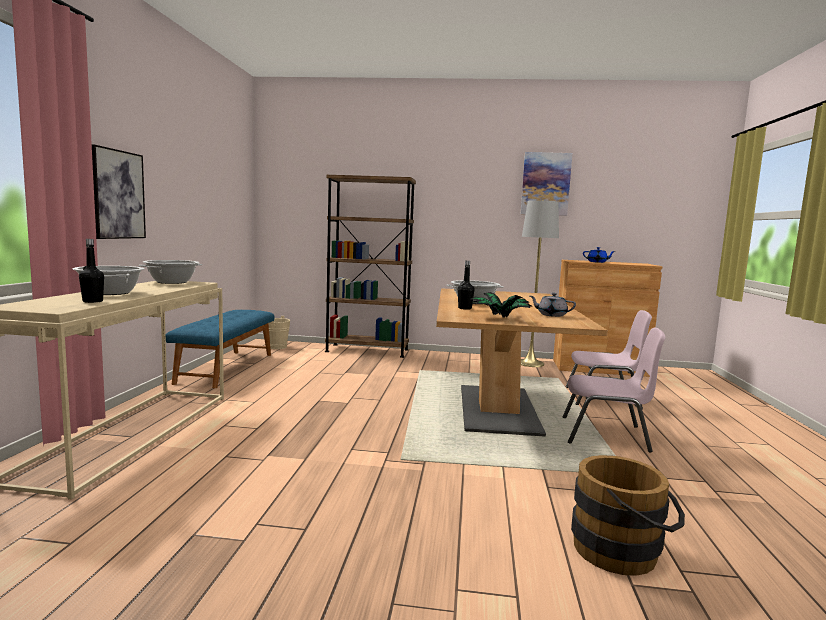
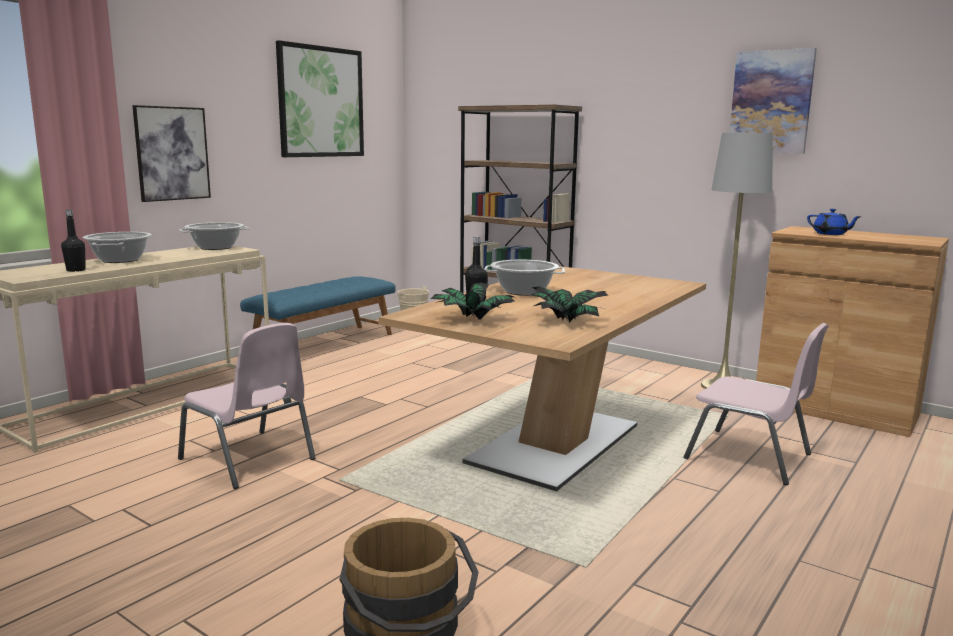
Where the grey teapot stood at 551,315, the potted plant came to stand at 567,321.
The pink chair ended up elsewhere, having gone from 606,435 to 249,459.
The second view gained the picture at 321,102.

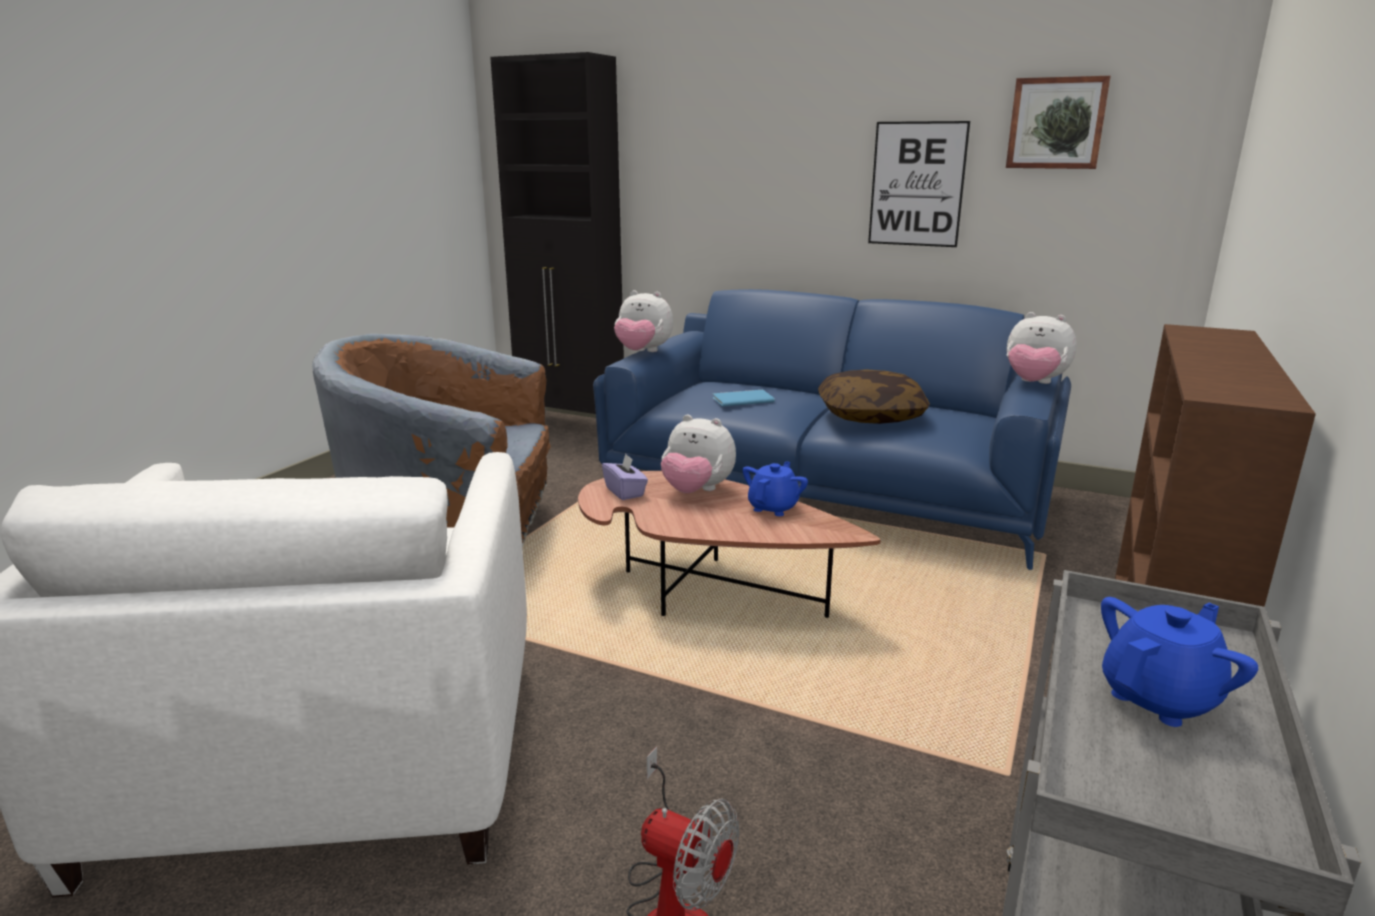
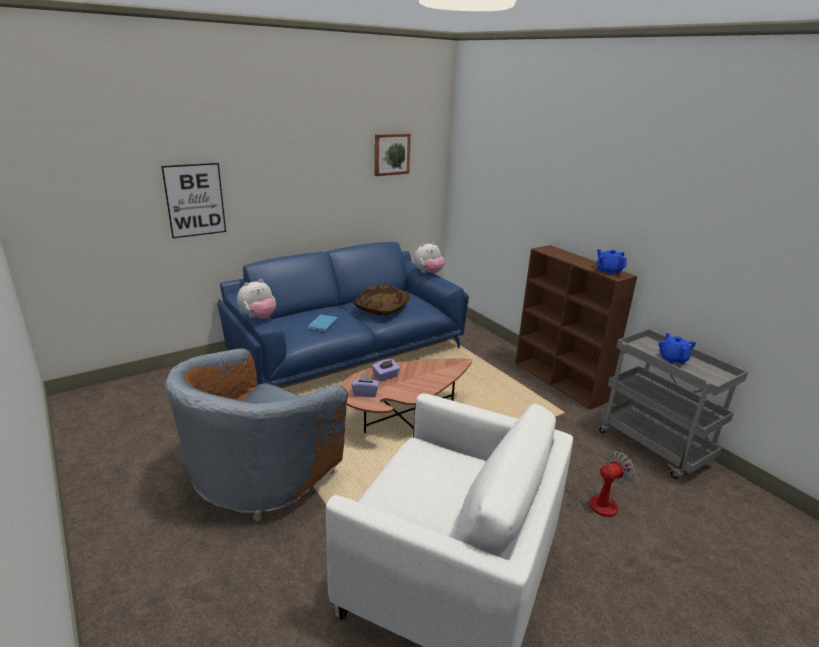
The second view lost the black cabinet at 572,424.
Where the plush toy stood at 696,491, the purple tissue box came to stand at 386,376.
The blue teapot ended up elsewhere, having gone from 773,507 to 608,271.
The picture ended up elsewhere, having gone from 917,184 to 195,200.

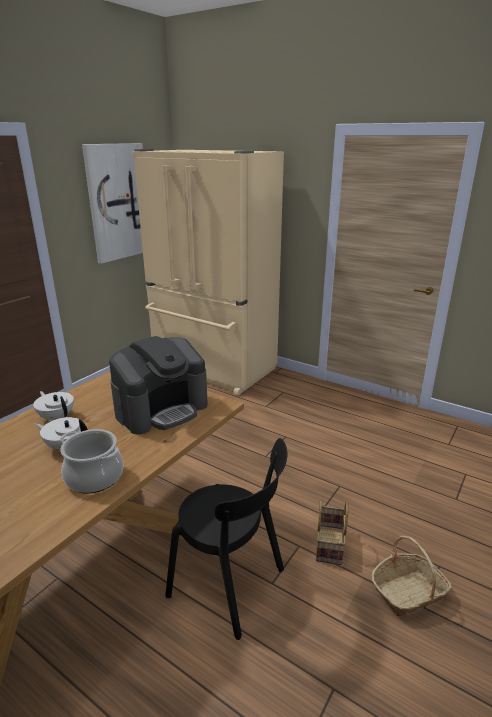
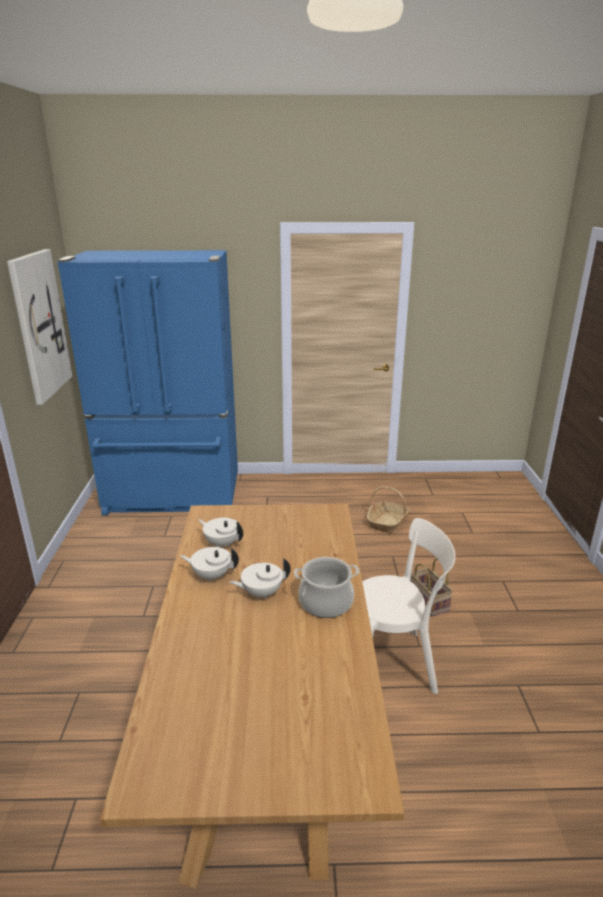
The second view lost the coffee machine at 162,409.
What was the beige fridge at 212,369 turned into the blue fridge at 173,496.
What was the black chair at 231,584 turned into the white chair at 394,662.
The basket ended up elsewhere, having gone from 408,592 to 387,522.
The second view gained the white teapot at 222,543.

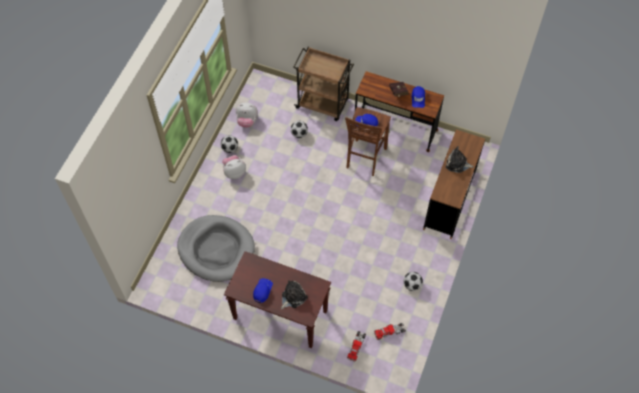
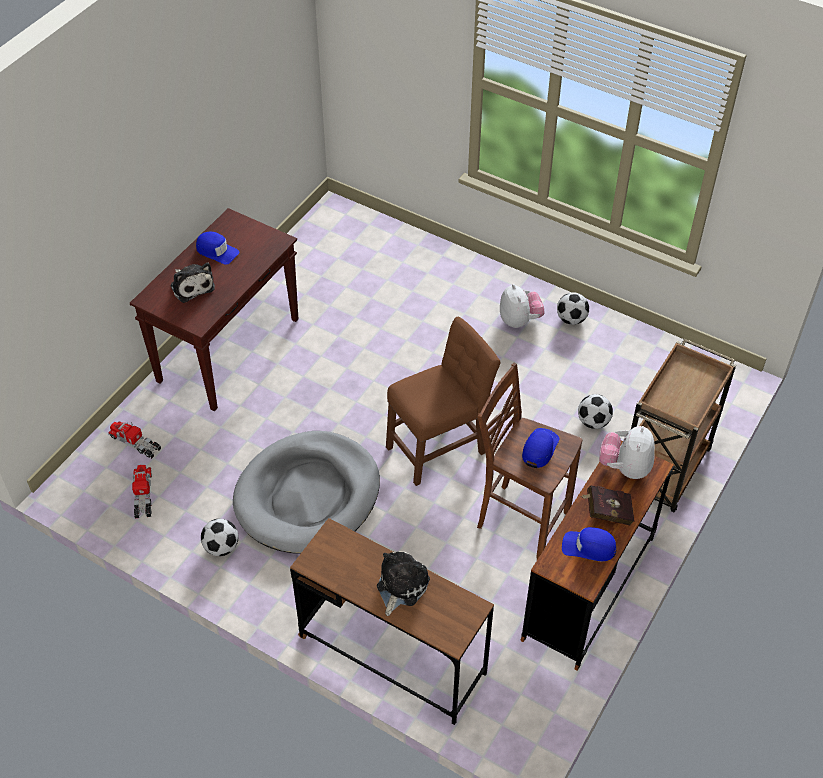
The grey dog bed ended up elsewhere, having gone from 216,249 to 308,496.
The plush toy ended up elsewhere, having gone from 247,121 to 625,467.
The second view gained the brown chair at 440,447.

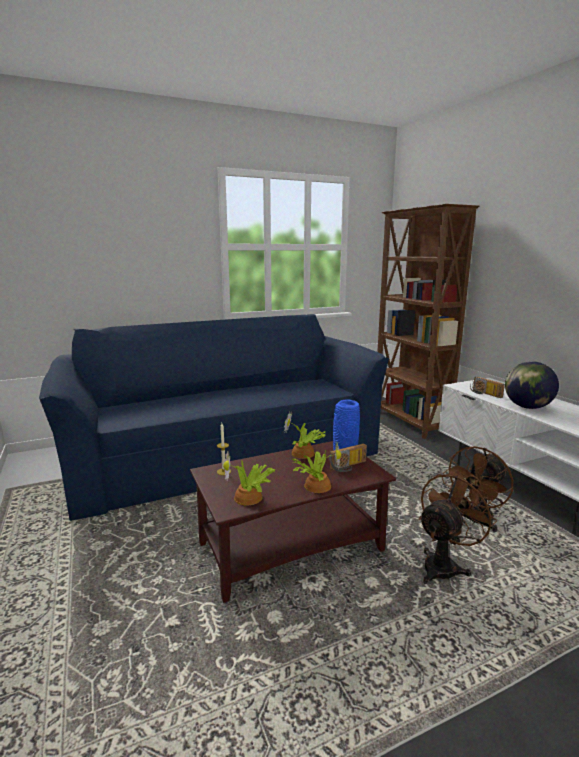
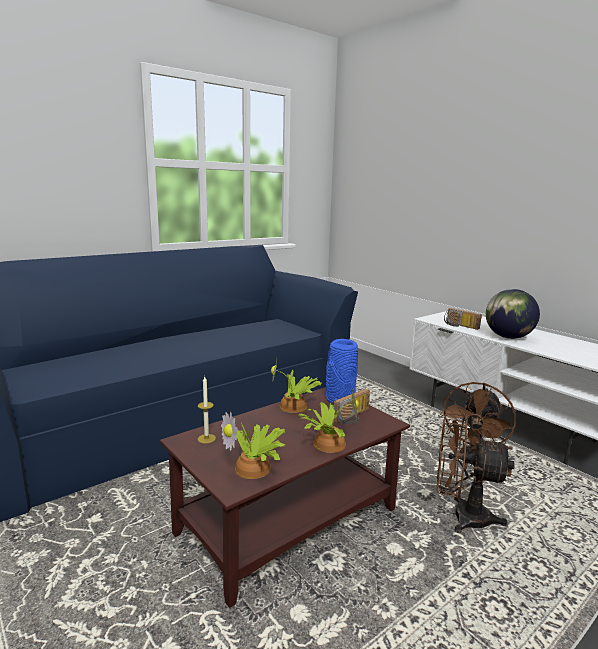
The second view lost the brown bookcase at 410,422.
The brown fan at 444,565 ended up facing another way, 105 degrees counterclockwise from before.

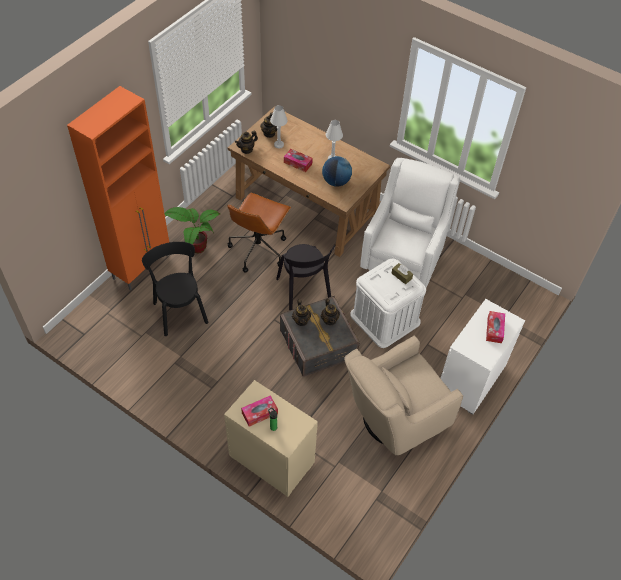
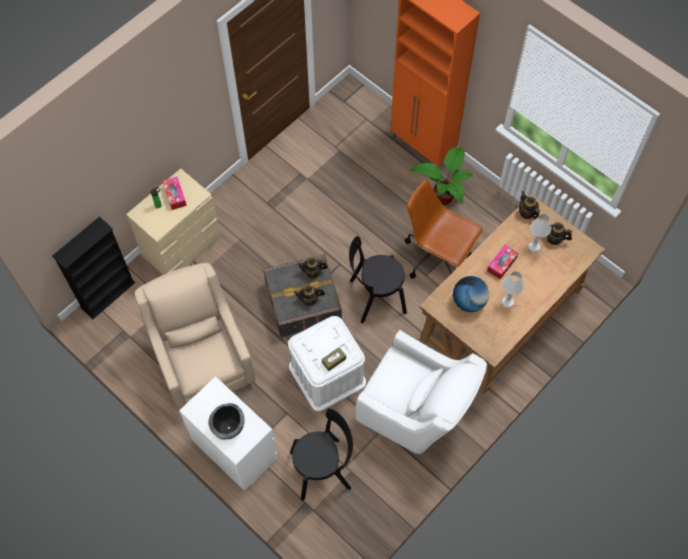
The black chair ended up elsewhere, having gone from 180,310 to 323,469.
Where the tissue box stood at 494,329, the bowl came to stand at 228,427.
The second view gained the black bookcase at 107,295.

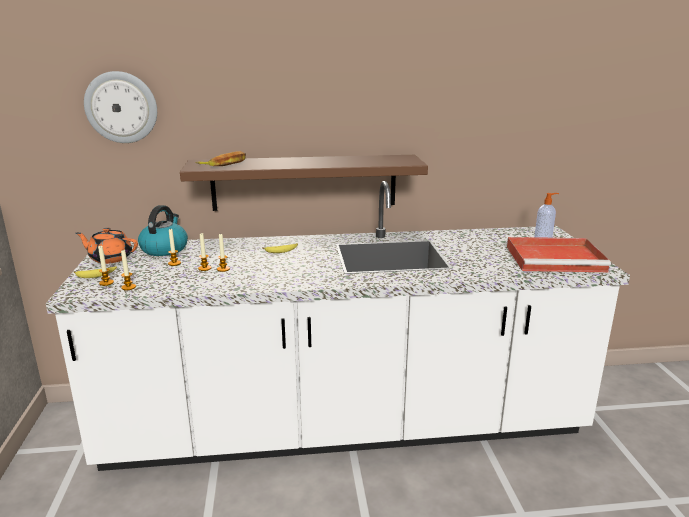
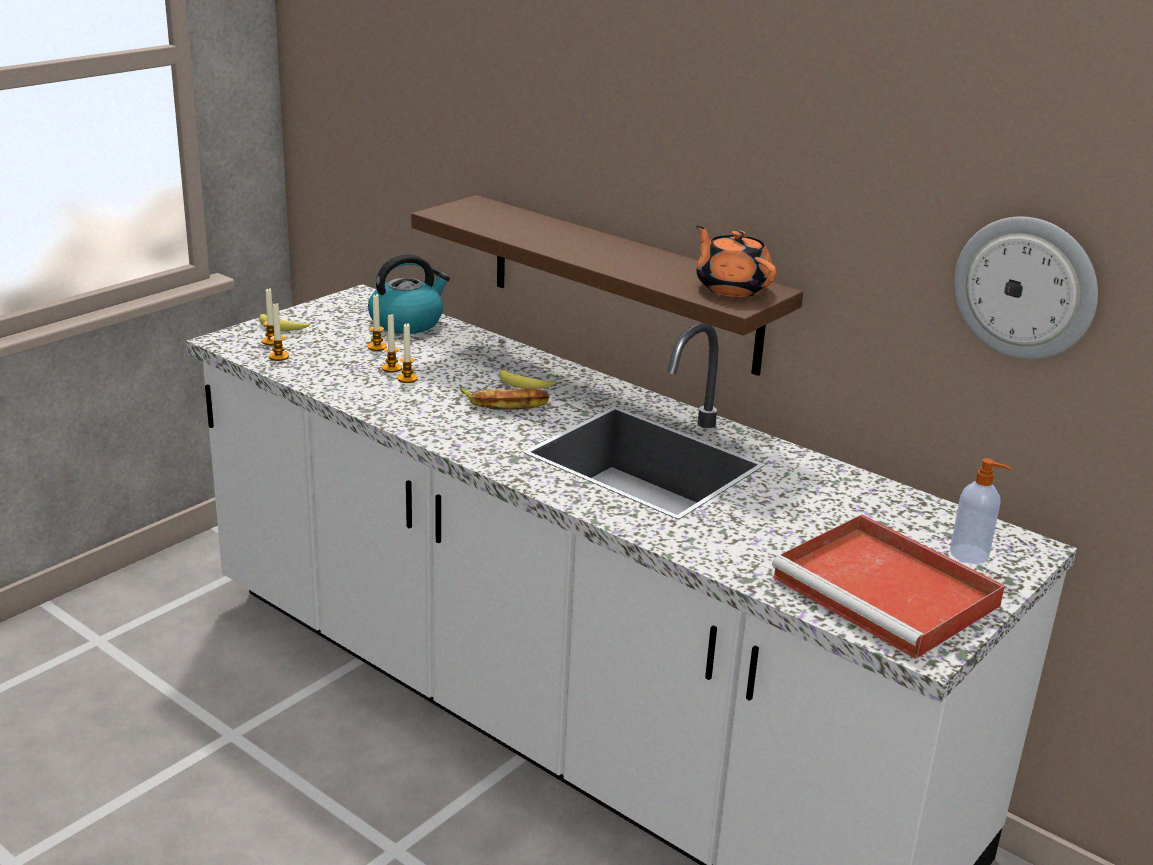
The orange teapot ended up elsewhere, having gone from 110,258 to 731,288.
The wall clock ended up elsewhere, having gone from 121,107 to 1025,287.
The banana ended up elsewhere, having gone from 224,164 to 505,403.

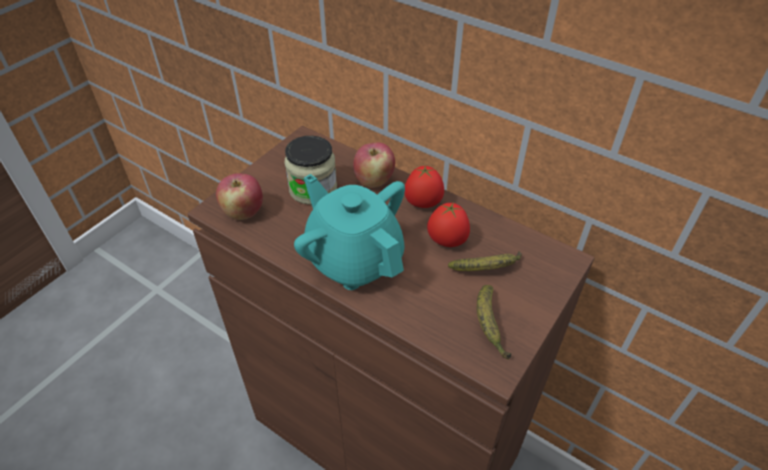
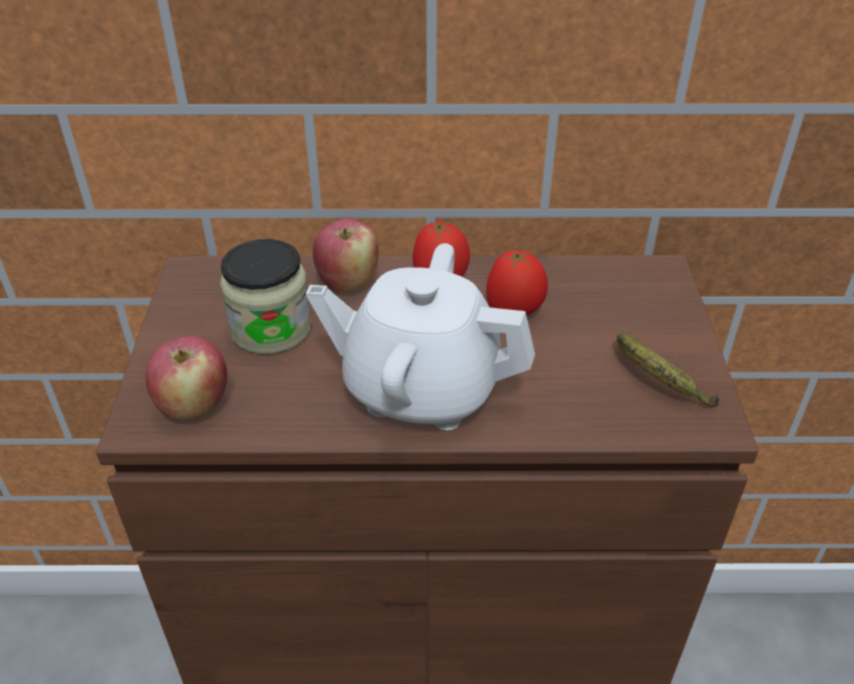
What was the turquoise teapot at 354,259 turned into the white teapot at 421,389.
The second view lost the banana at 487,269.

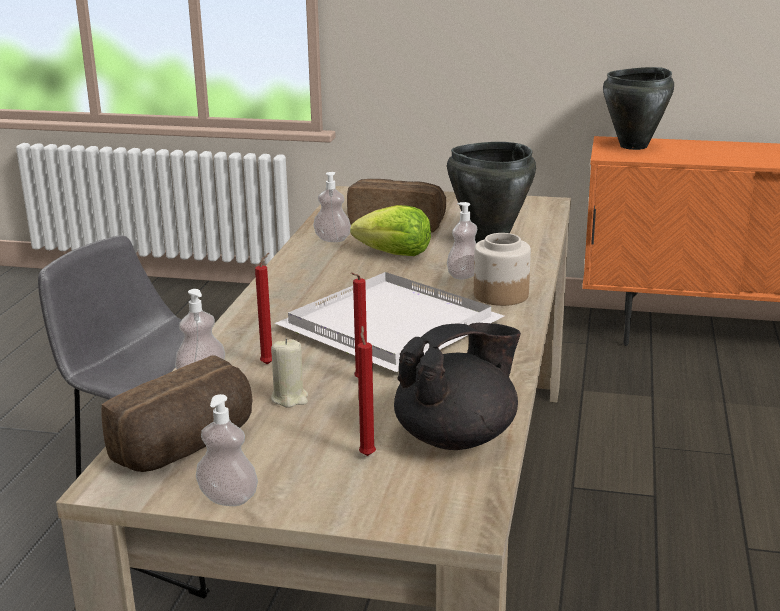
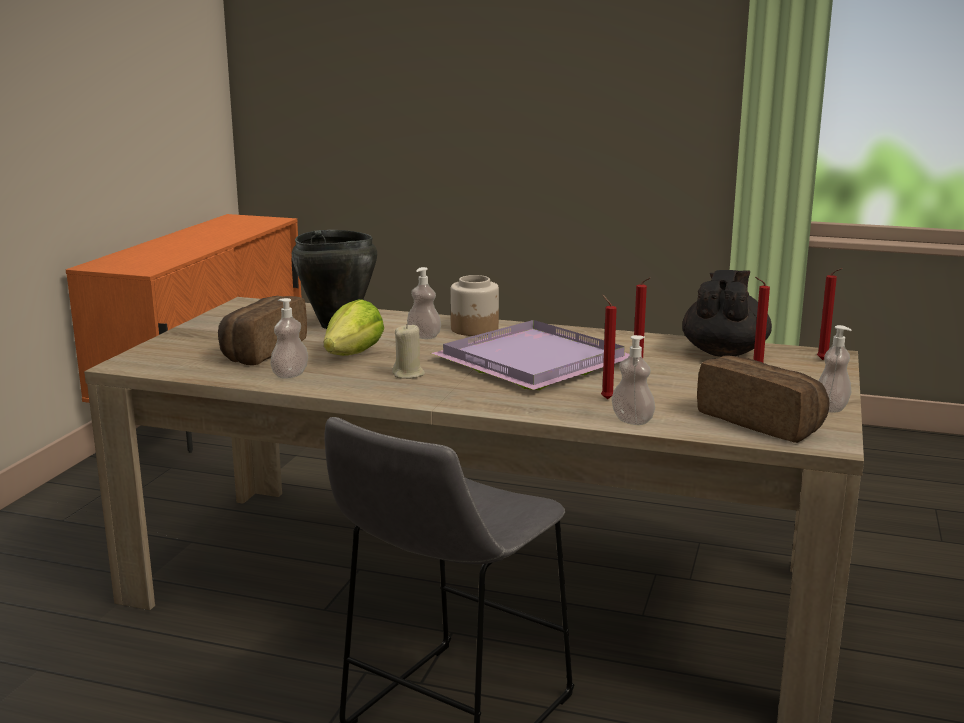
The beige candle ended up elsewhere, having gone from 290,398 to 408,374.
What was the white tray at 394,326 turned into the purple tray at 533,360.
The black teapot at 457,437 ended up facing another way, 45 degrees clockwise from before.
The second view lost the black cooking pot at 634,146.
The second view gained the red candle at 824,360.

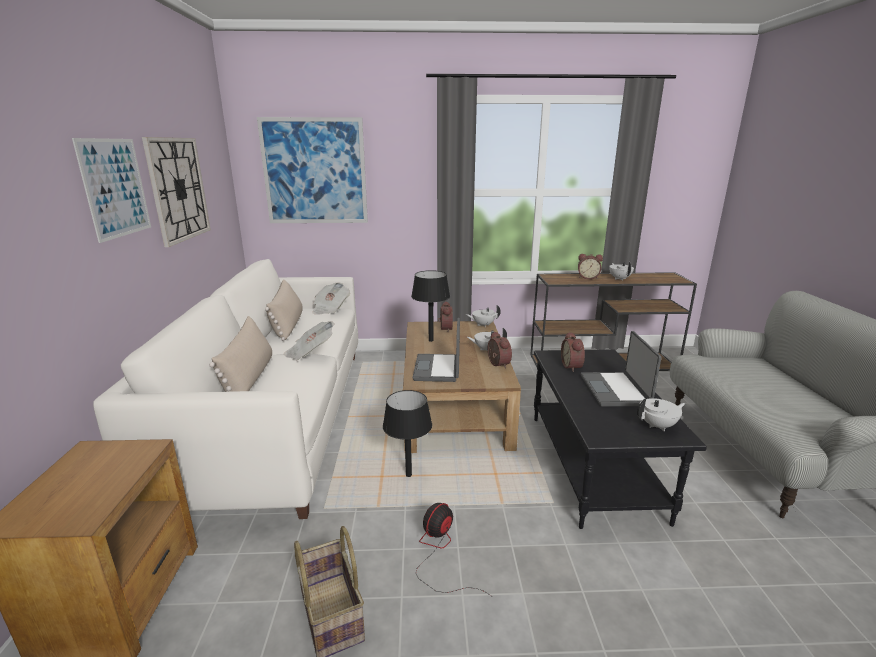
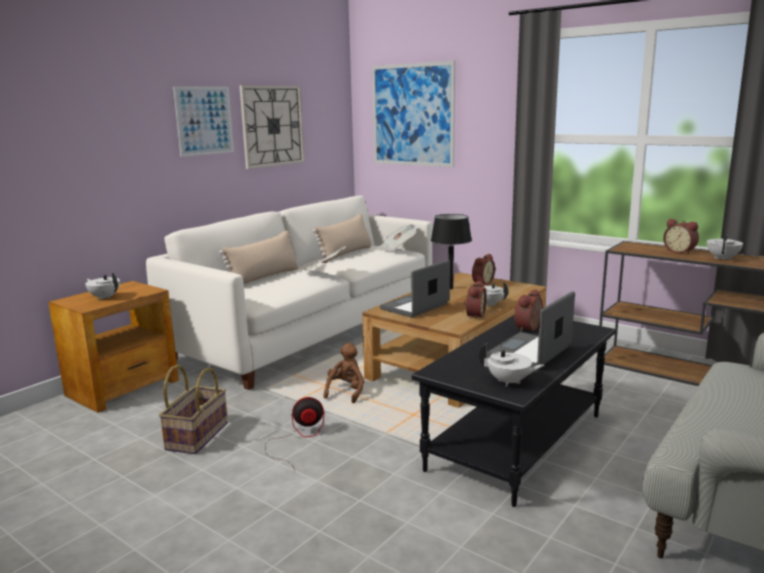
Where the black table lamp stood at 409,475, the brown plush toy came to stand at 346,392.
The white teapot ended up elsewhere, having gone from 483,325 to 104,297.

